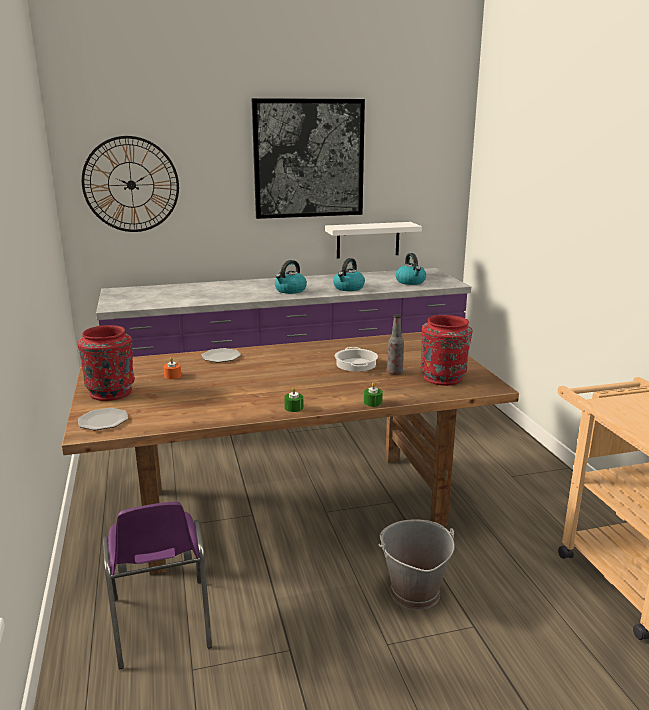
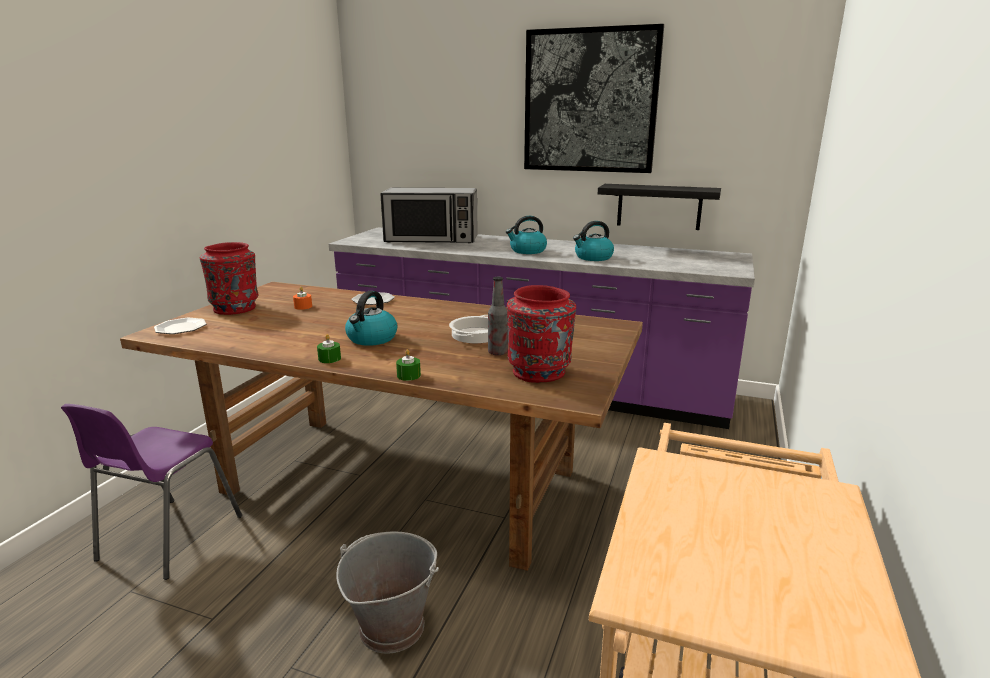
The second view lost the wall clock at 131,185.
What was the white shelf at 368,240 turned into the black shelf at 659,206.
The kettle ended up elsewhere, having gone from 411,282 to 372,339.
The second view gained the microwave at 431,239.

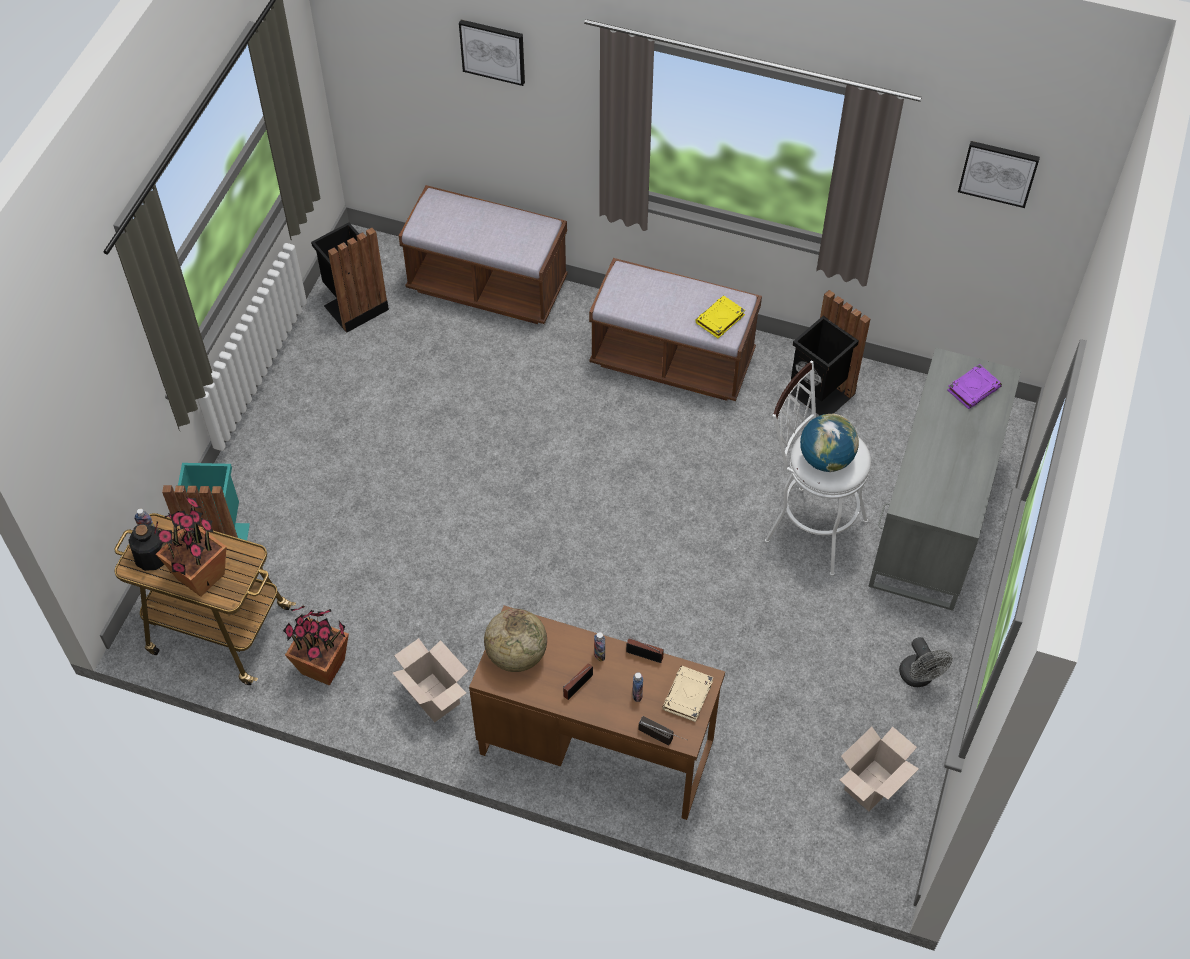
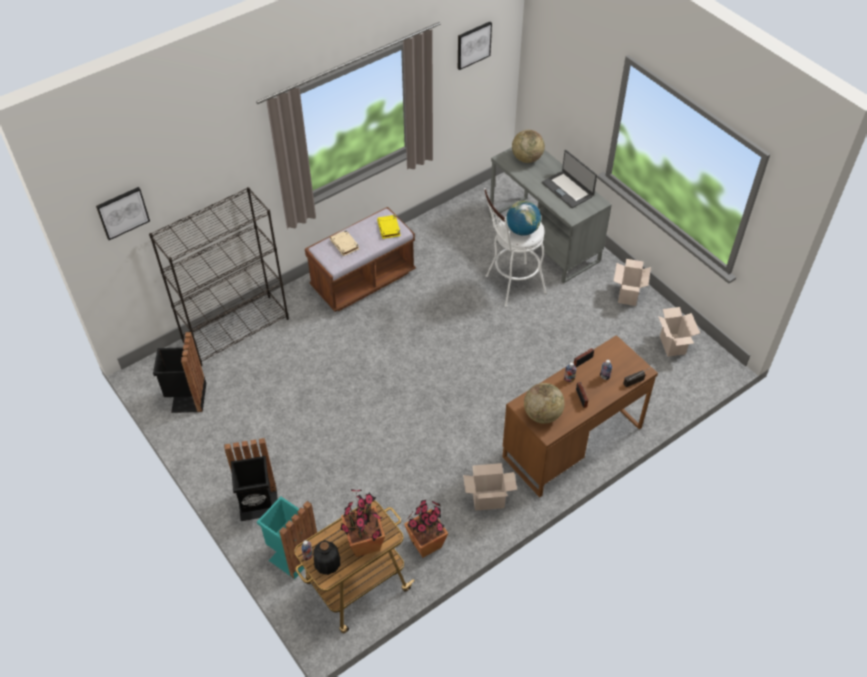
Where the brown bench stood at 487,286, the black bookcase came to stand at 236,329.
The picture ended up elsewhere, having gone from 493,51 to 122,212.
The beige book ended up elsewhere, having gone from 688,696 to 345,245.
The black trash can ended up elsewhere, having gone from 819,394 to 259,505.
Where the grey fan stood at 919,677, the cardboard box came to stand at 627,294.
Where the purple book stood at 973,388, the globe came to stand at 527,158.
The second view gained the laptop at 568,189.

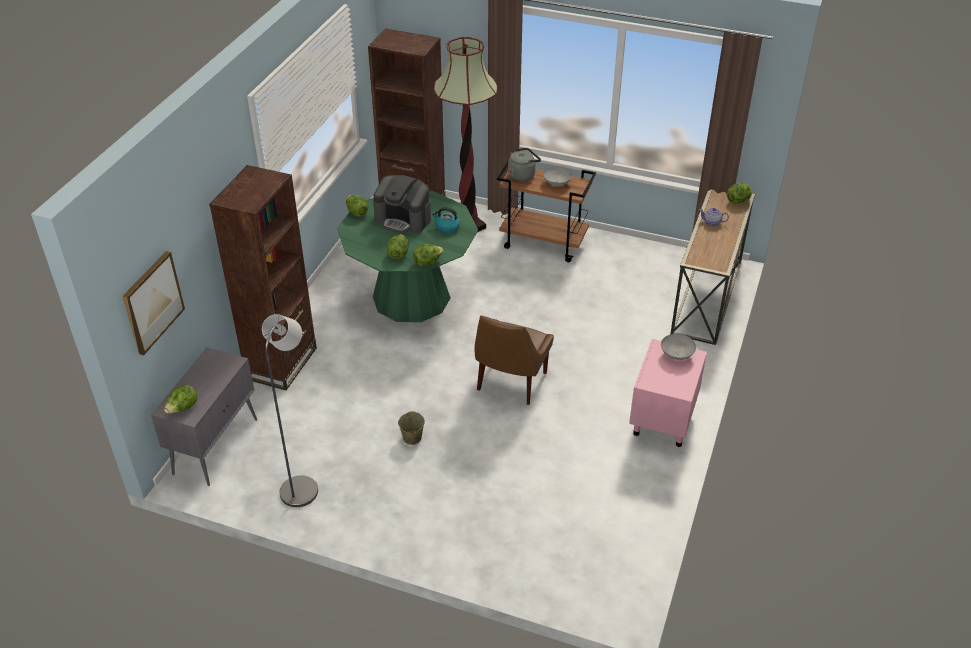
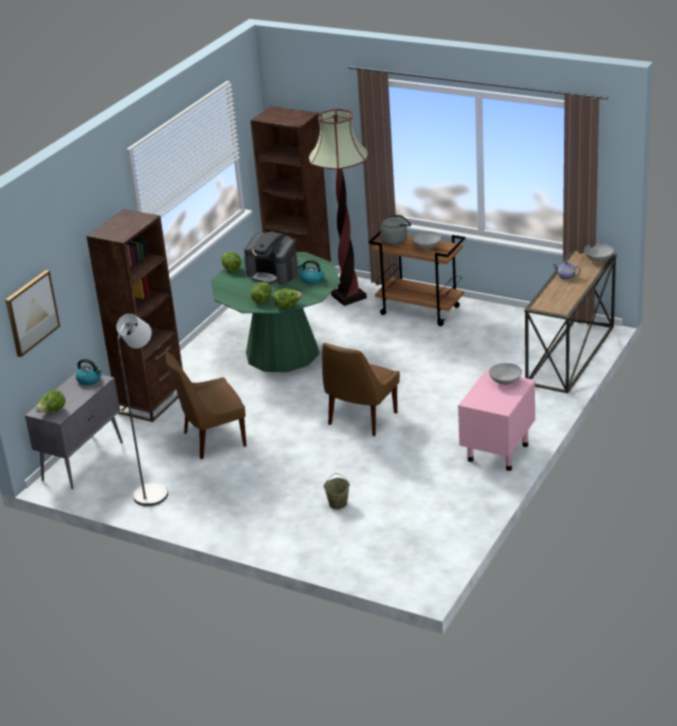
The beige bucket ended up elsewhere, having gone from 412,438 to 338,504.
Where the lettuce stood at 738,201, the grey bowl came to stand at 598,259.
The second view gained the kettle at 90,380.
The second view gained the brown chair at 212,440.

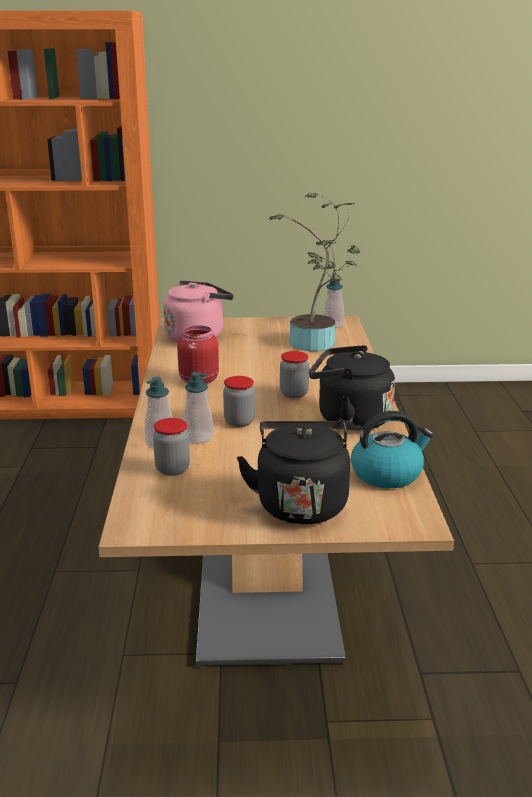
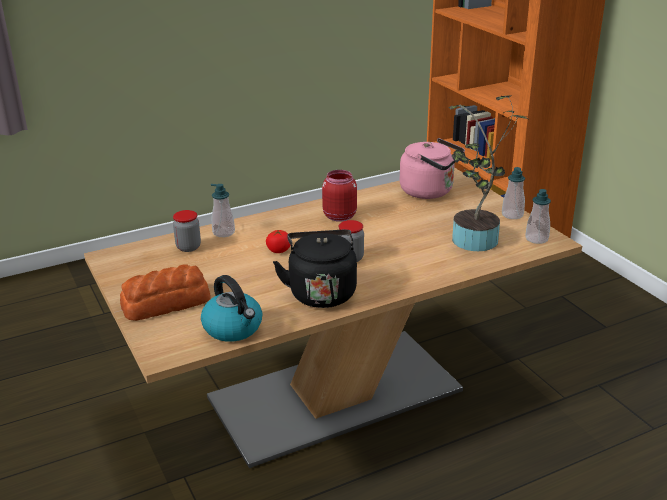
The soap dispenser ended up elsewhere, having gone from 198,437 to 512,215.
Where the jar stood at 239,422, the tomato came to stand at 279,250.
Where the black kettle stood at 300,503, the bread came to stand at 167,303.

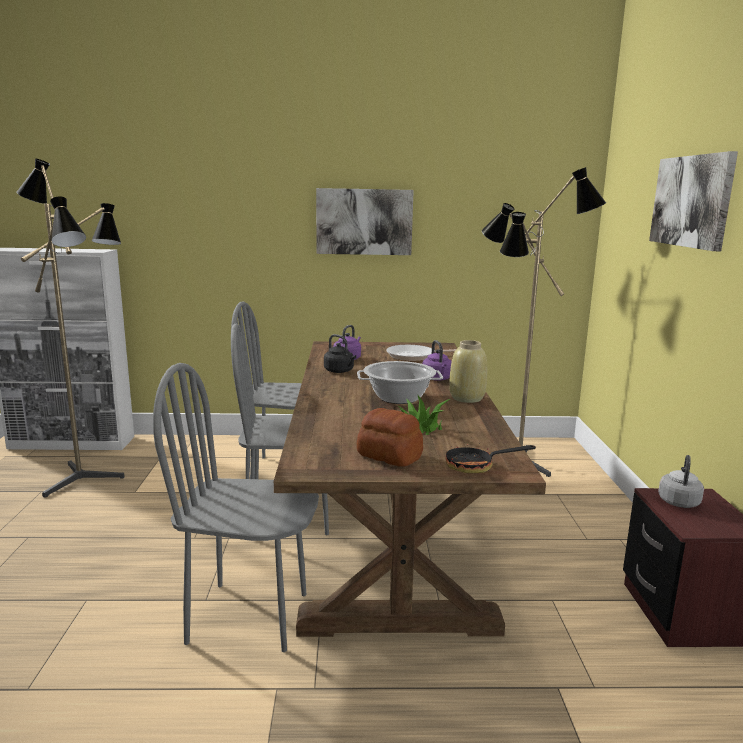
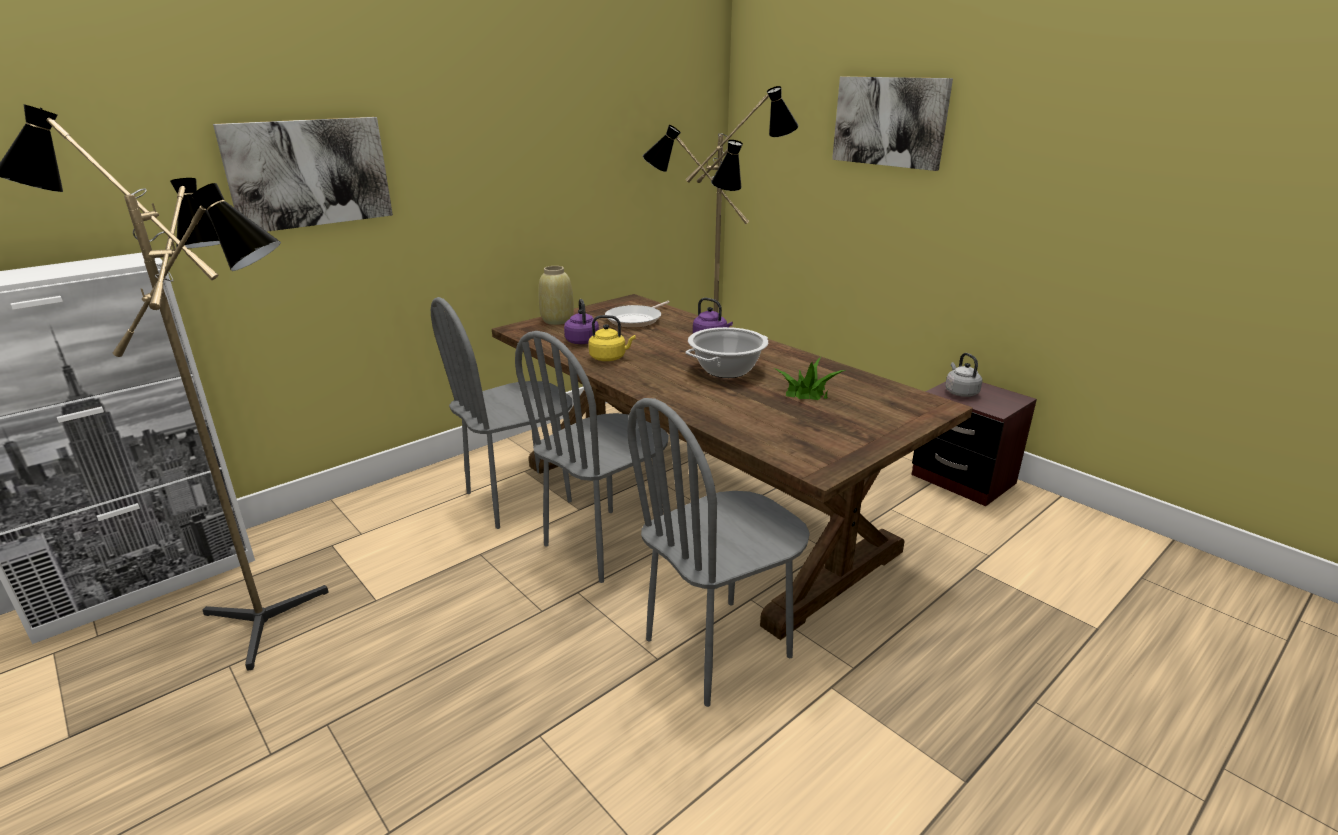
The picture ended up elsewhere, having gone from 364,222 to 309,173.
What was the black kettle at 340,371 turned into the yellow kettle at 610,358.
The second view lost the bread at 389,455.
The second view lost the frying pan at 476,466.
The beige vase ended up elsewhere, having gone from 467,398 to 557,320.

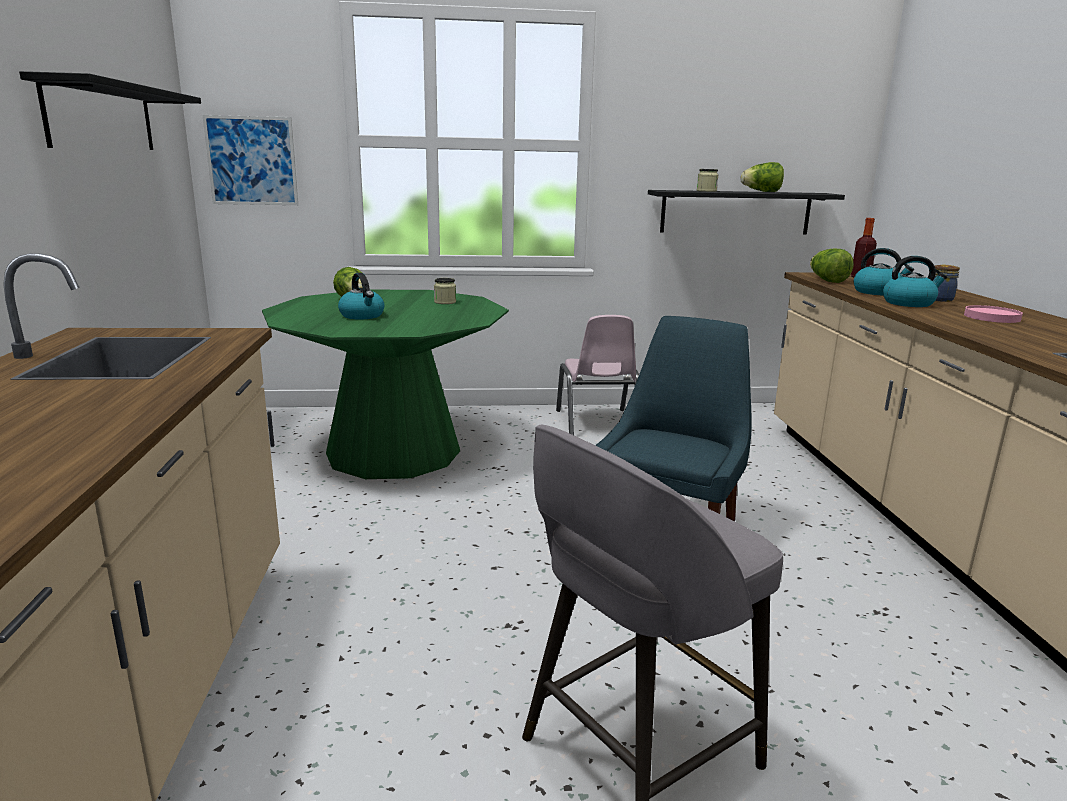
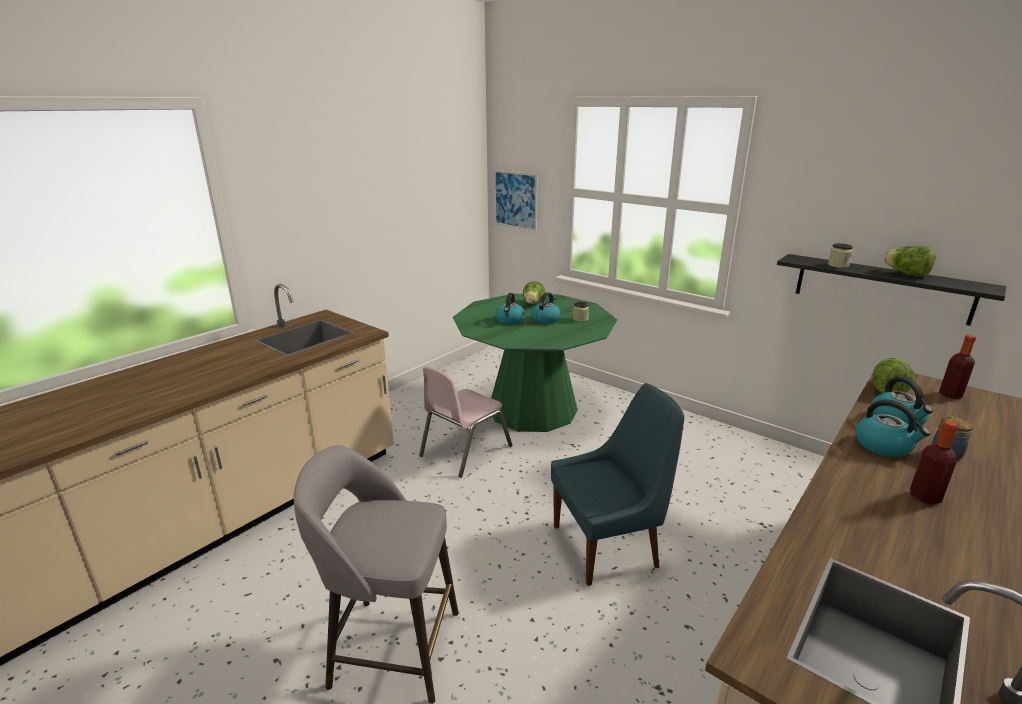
The second view lost the black shelf at 102,117.
The pink chair ended up elsewhere, having gone from 596,425 to 464,450.
Where the pink plate stood at 992,317, the bottle came to stand at 924,497.
The second view gained the kettle at 546,319.

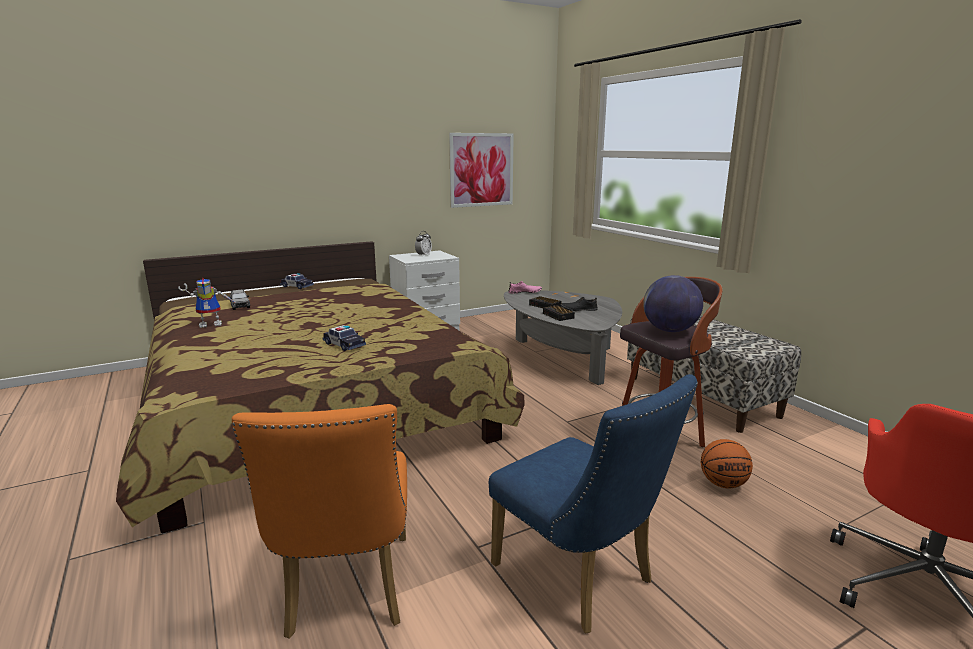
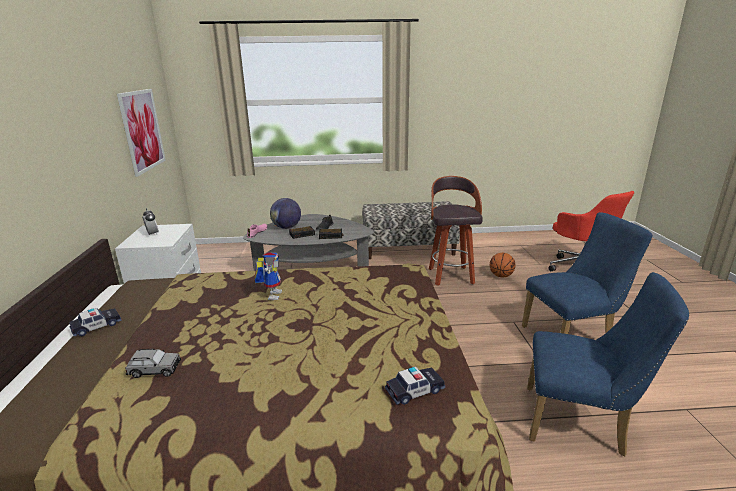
The toy robot ended up elsewhere, having gone from 212,324 to 272,294.
What was the orange chair at 346,592 turned into the blue chair at 581,423.
The toy car ended up elsewhere, having gone from 344,344 to 415,390.
The globe ended up elsewhere, having gone from 669,330 to 286,227.

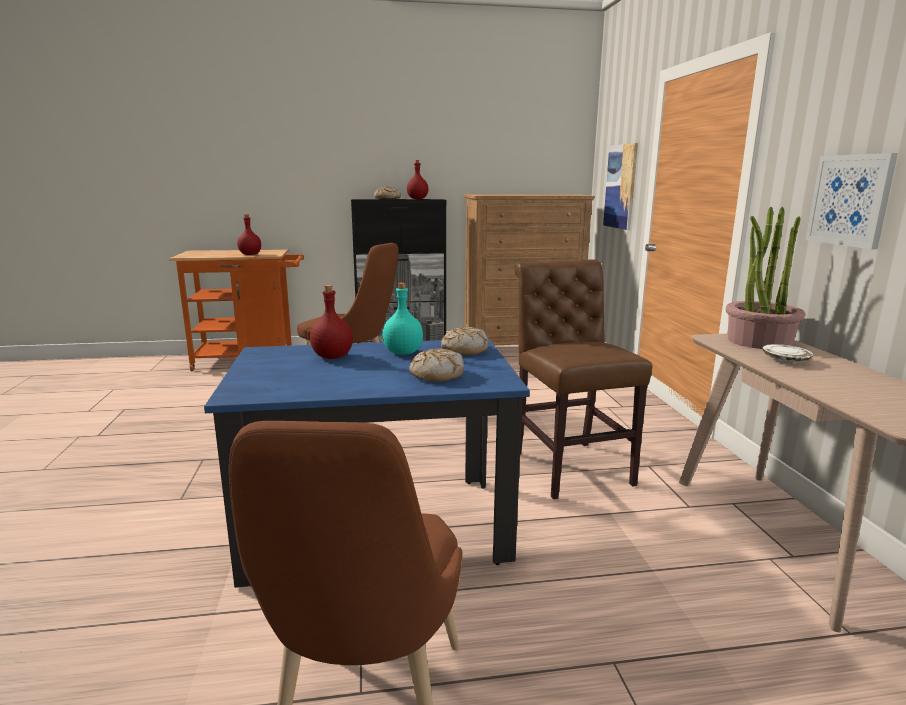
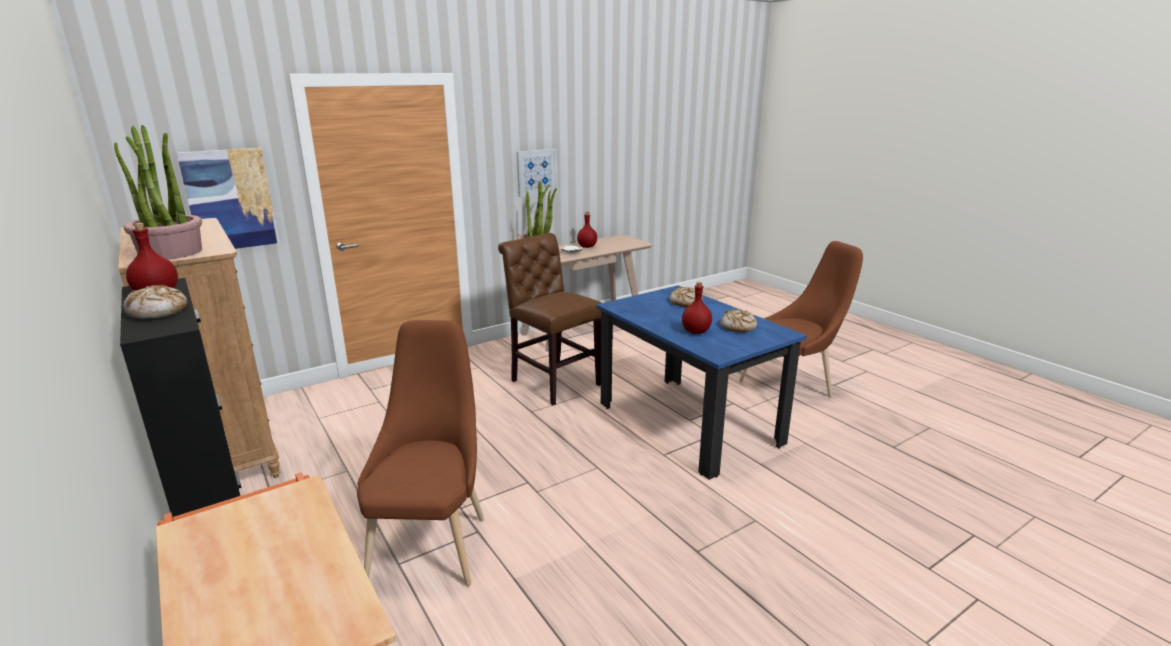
The red bottle ended up elsewhere, having gone from 249,254 to 587,247.
The second view lost the turquoise bottle at 403,352.
The bread ended up elsewhere, having gone from 464,350 to 738,327.
The brown chair at 568,466 ended up facing another way, 90 degrees clockwise from before.
The second view gained the potted plant at 171,253.

